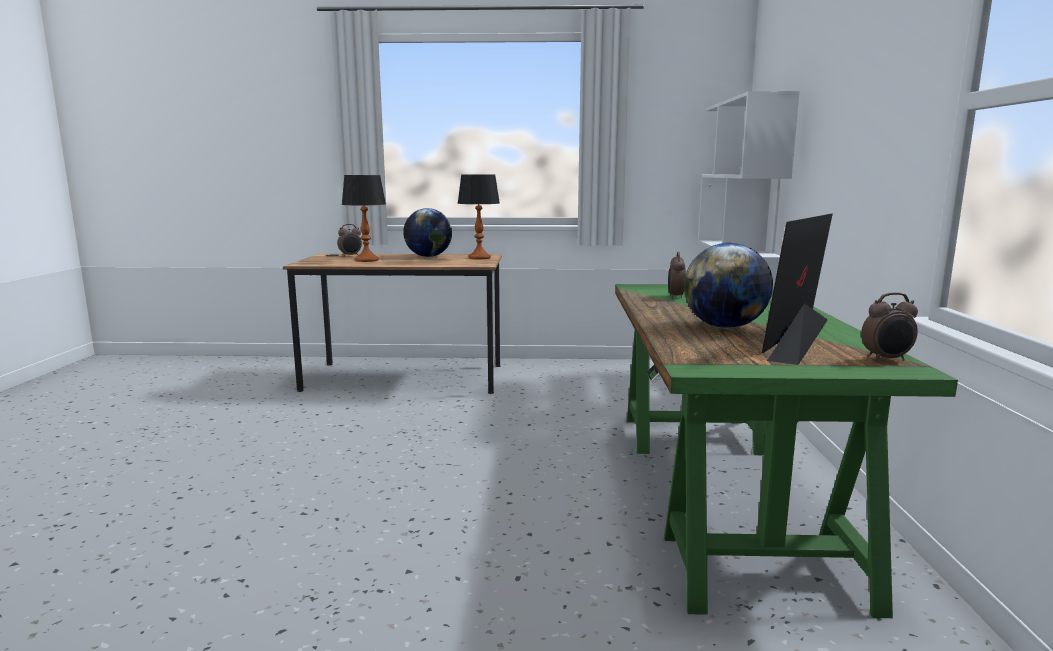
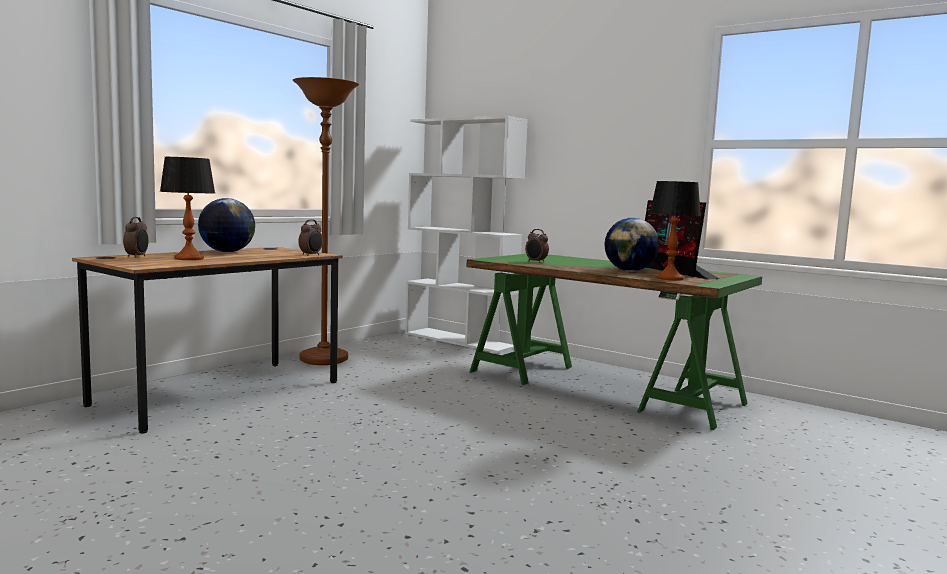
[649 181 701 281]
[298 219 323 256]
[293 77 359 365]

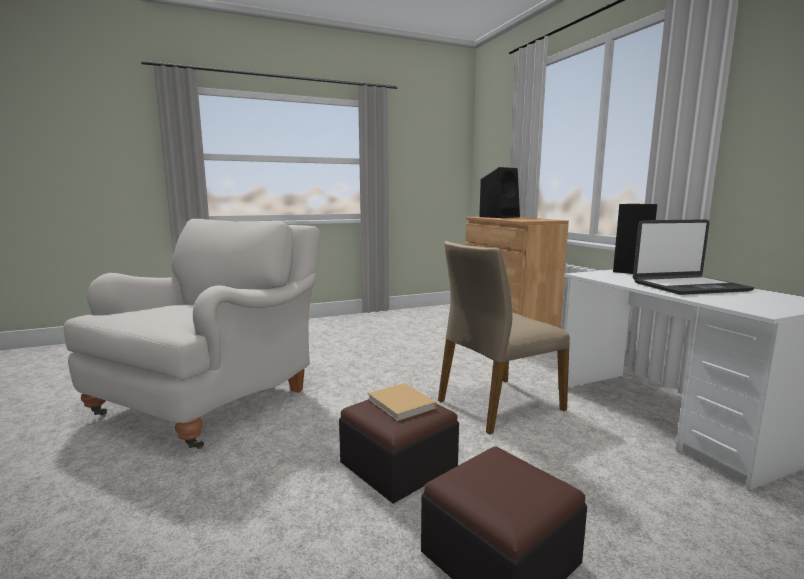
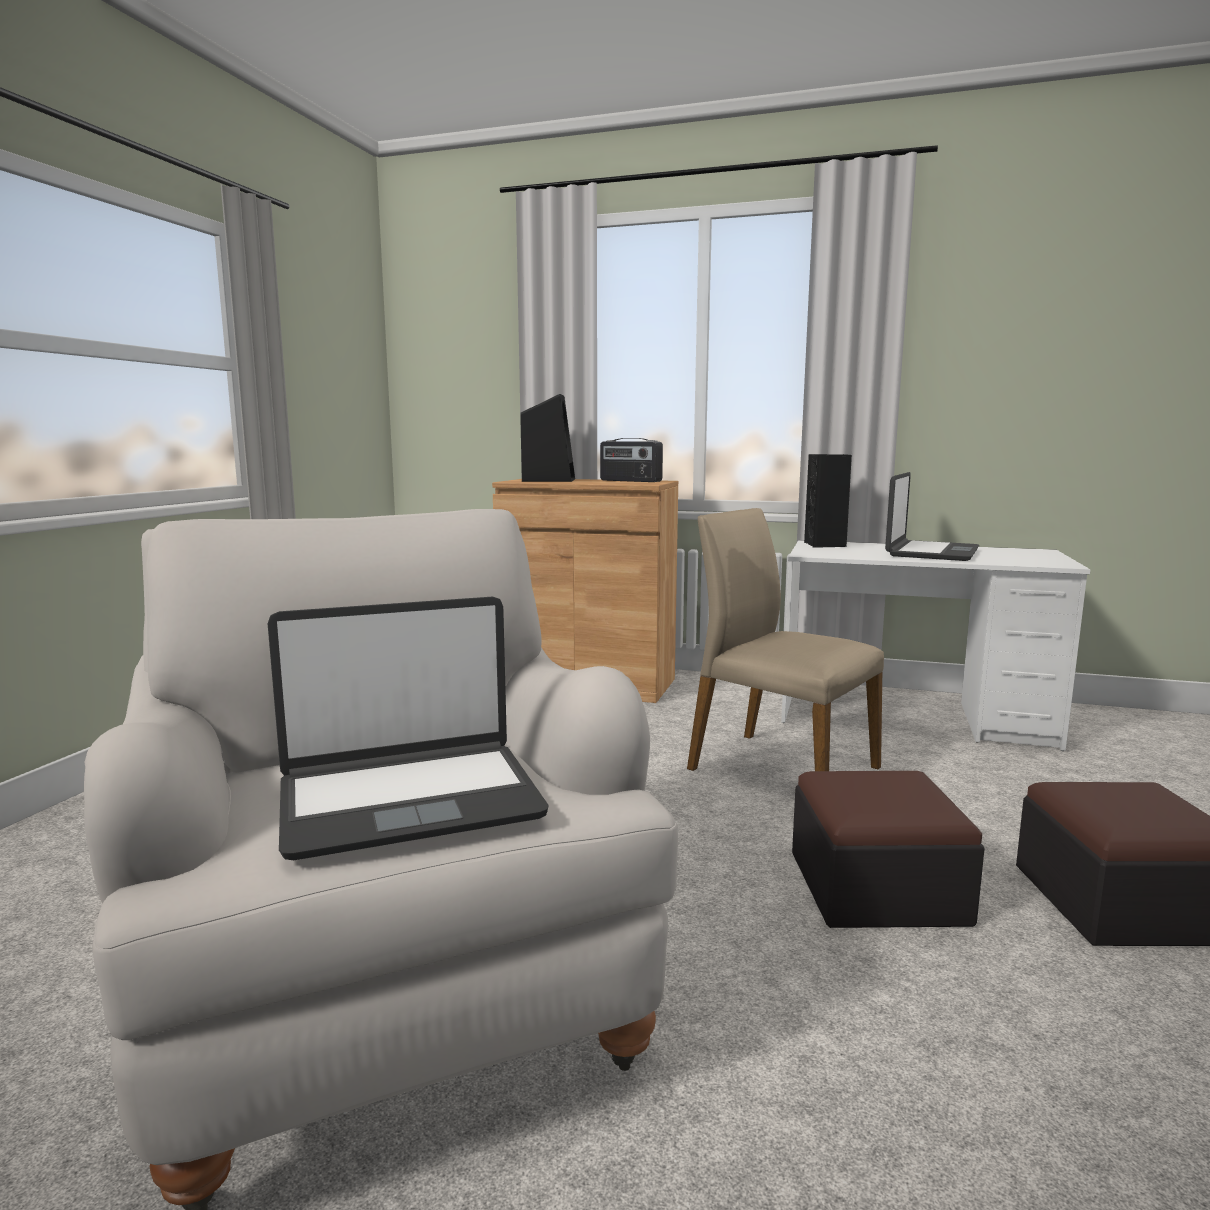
[687 508 884 771]
[368 383 436 421] (first image)
[600 438 663 482]
[268 597 548 860]

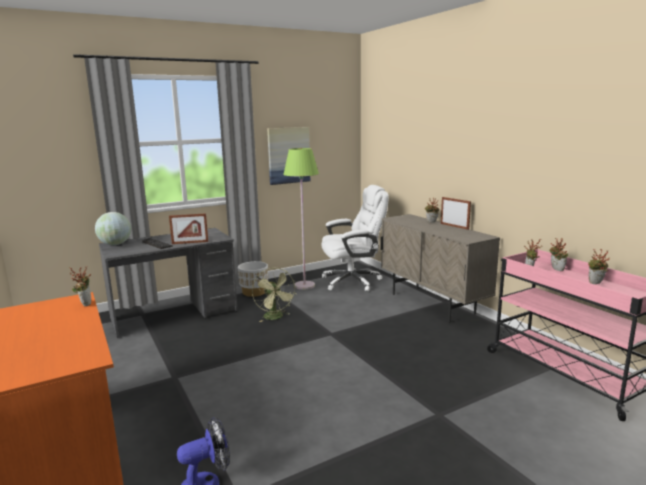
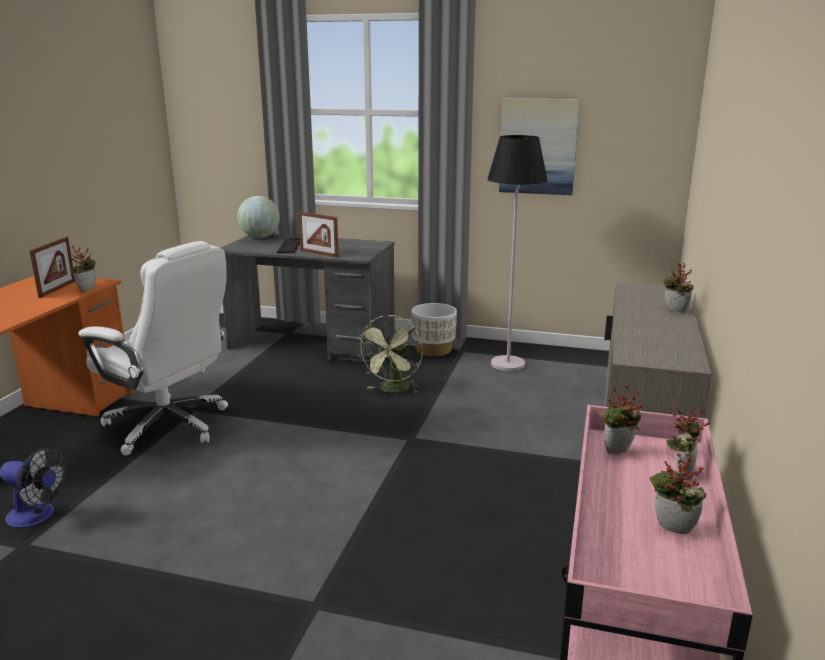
[487 135 547 371]
[78 241 228 455]
[29 237 75 298]

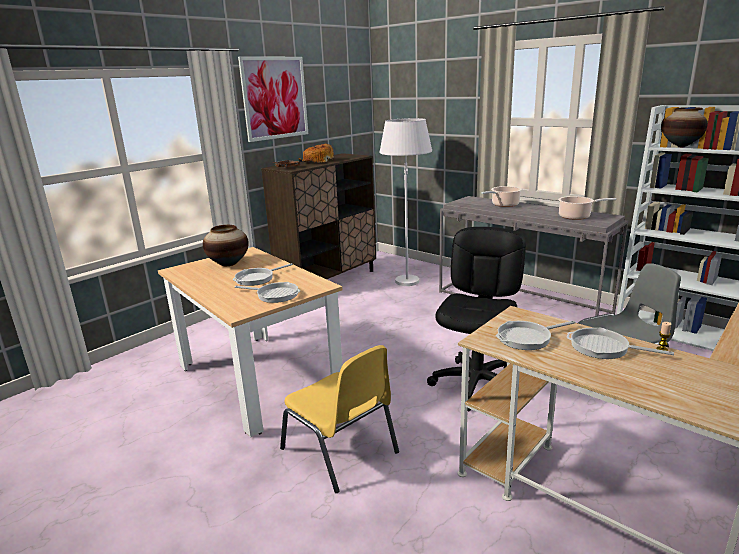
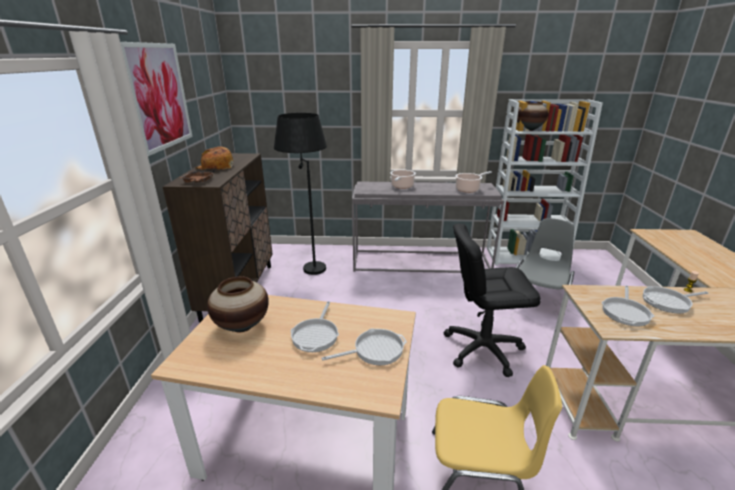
[274 113 327 275]
[444 224 541 377]

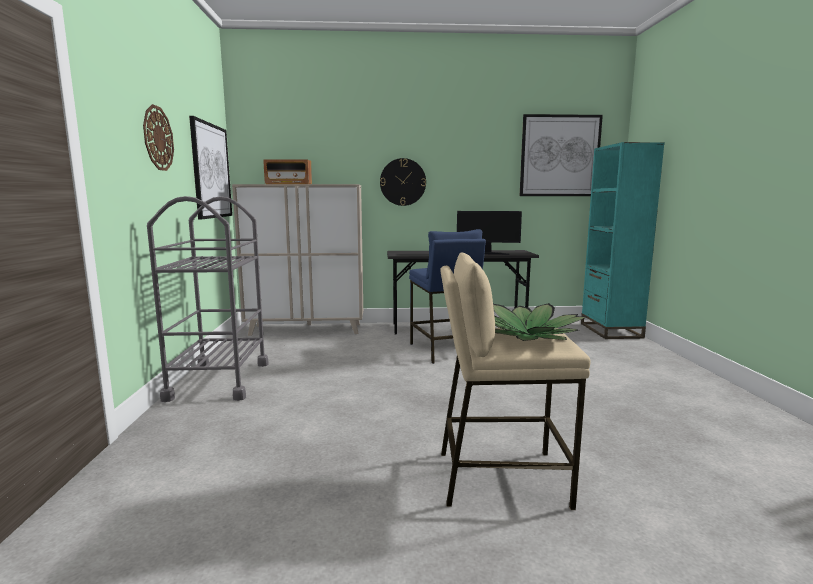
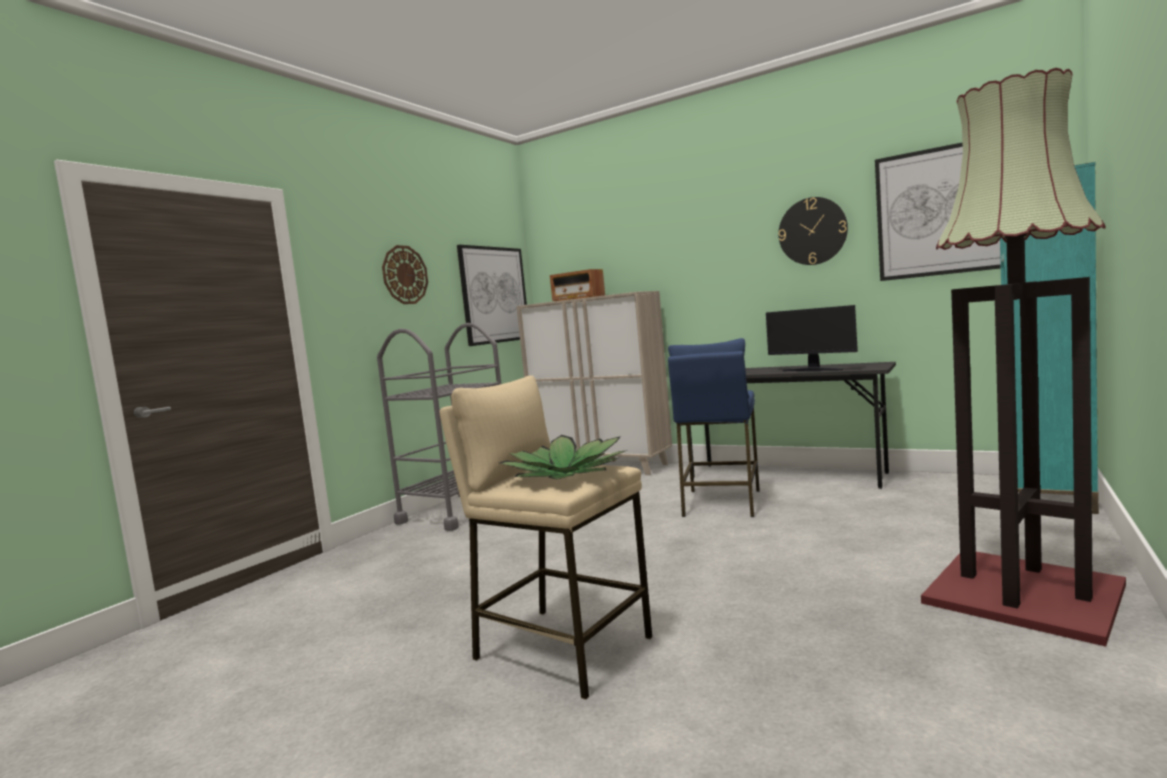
[778 197 848 265]
[921 68 1126 647]

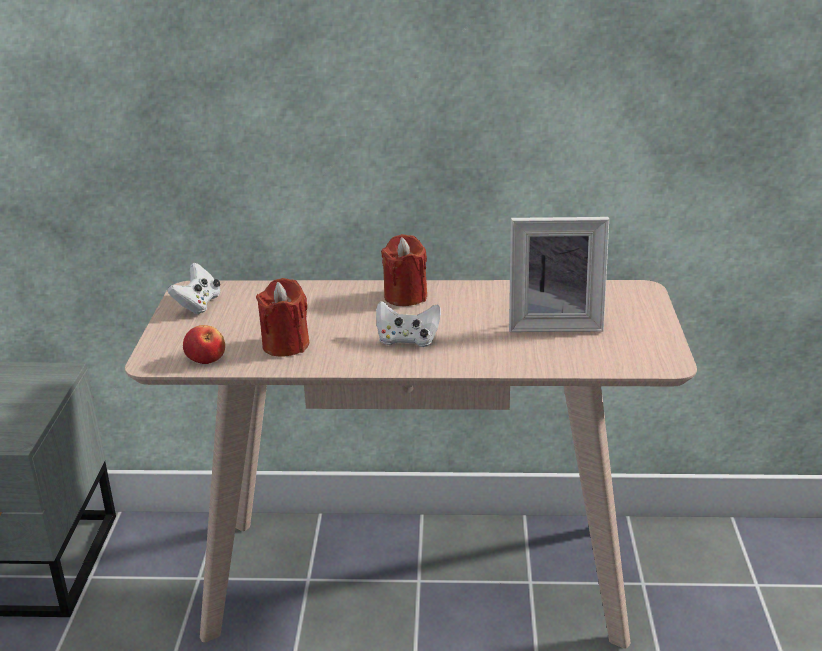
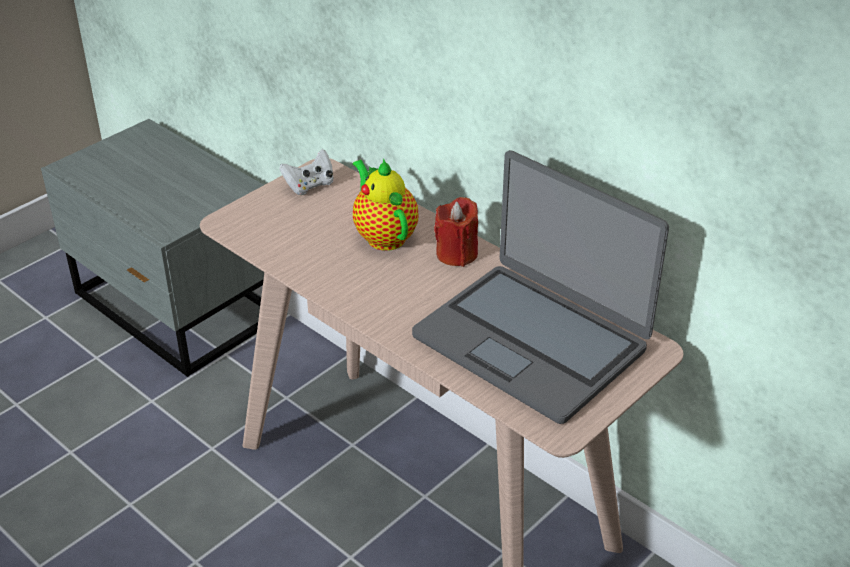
[412 150 669 424]
[256 278 309 357] (first image)
[376 301 441 347] (first image)
[183 325 225 364] (first image)
[353 158 418 251]

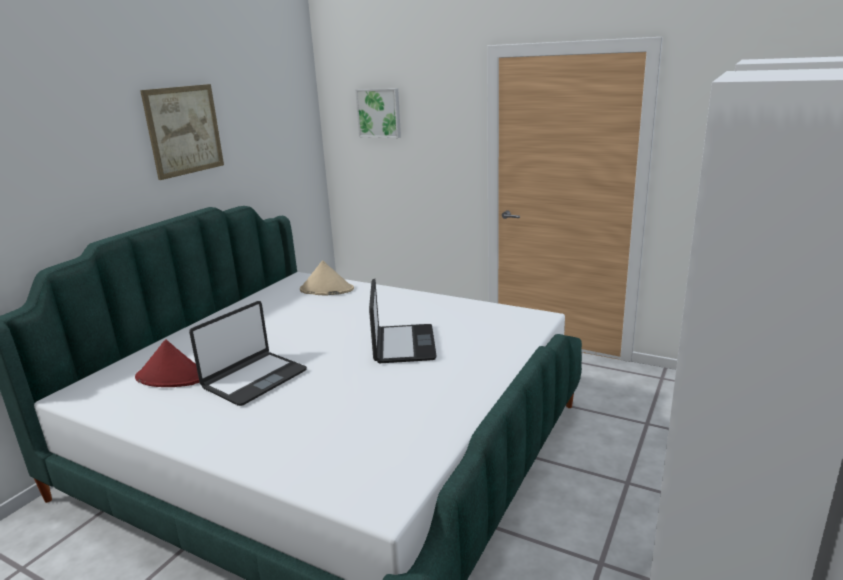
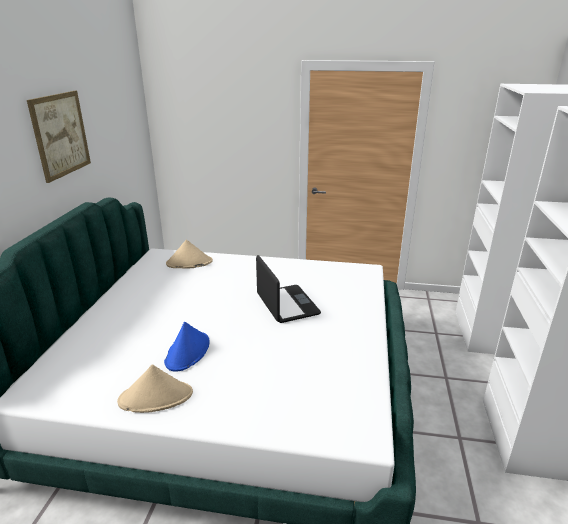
[355 88 401 138] (first image)
[164 322 209 372]
[135 339 200 387] (first image)
[117 365 193 413]

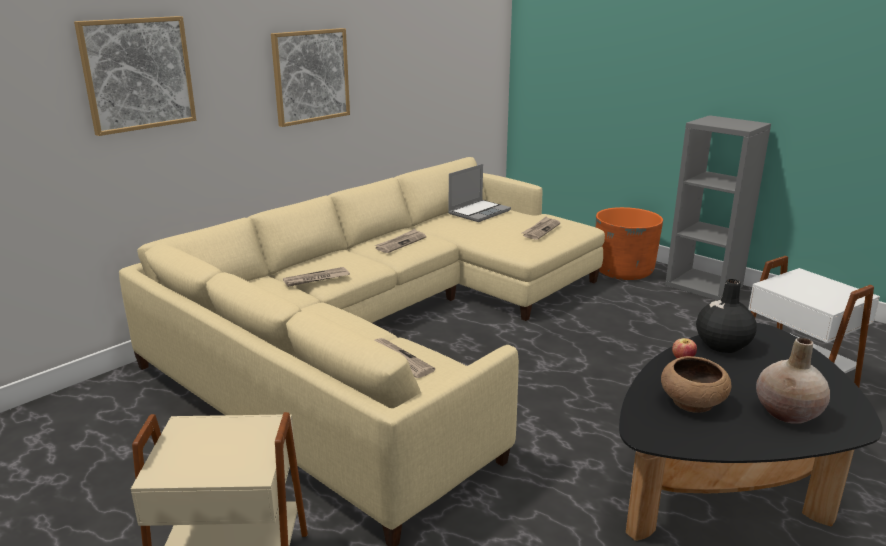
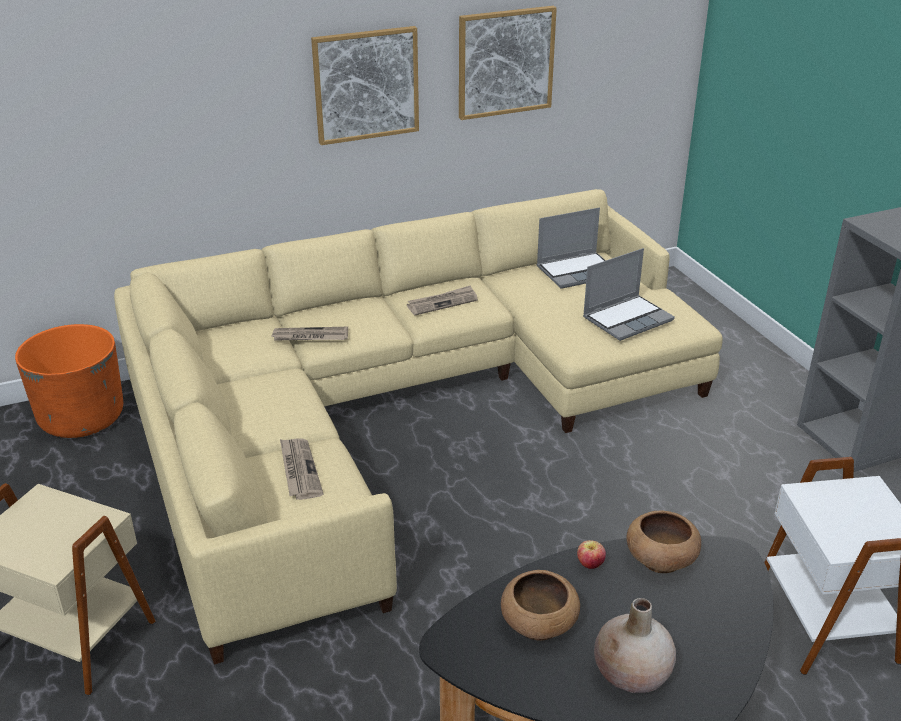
[459 6 557 120]
[15 324 123 438]
[583 248 675 341]
[626 510 701 573]

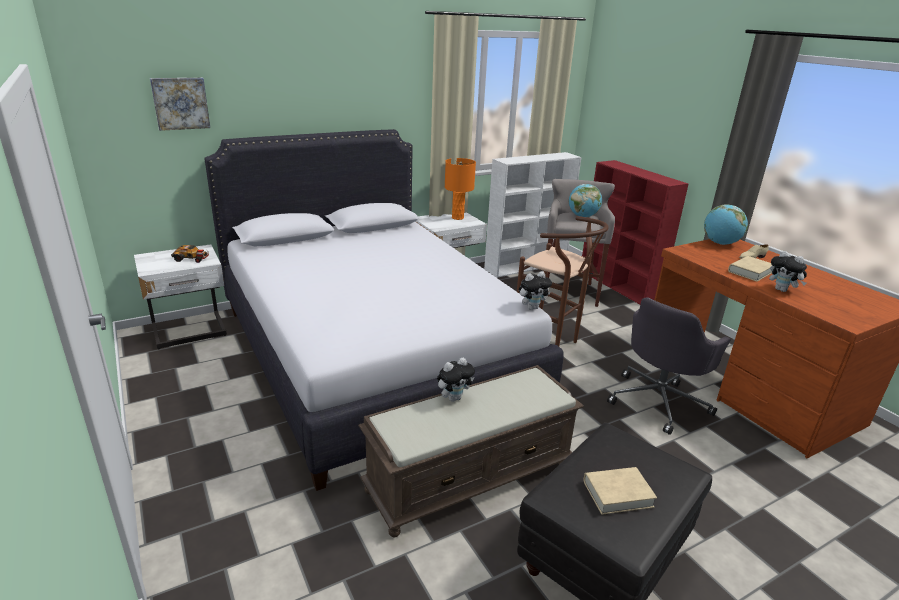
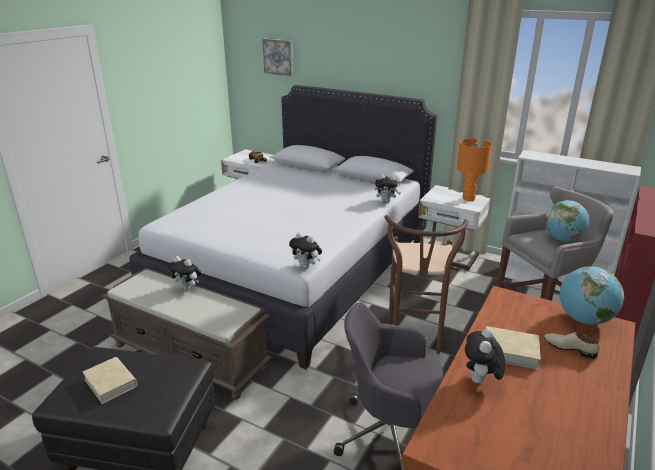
[375 175 401 203]

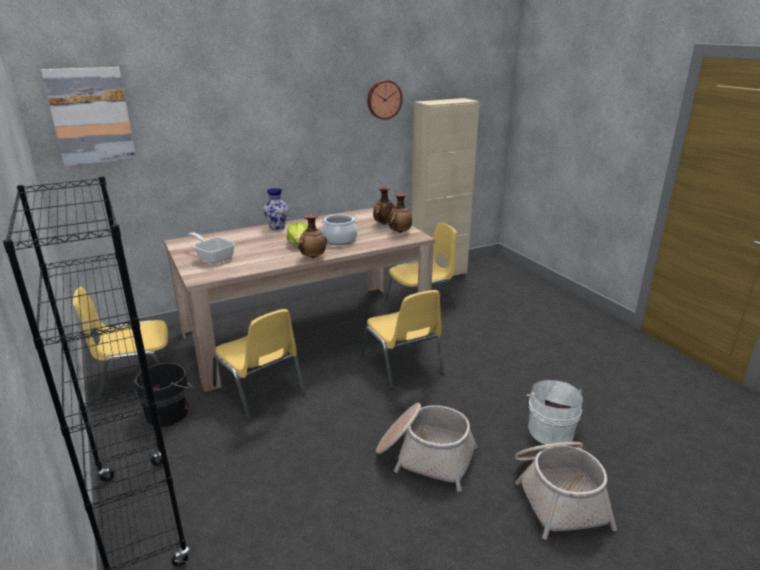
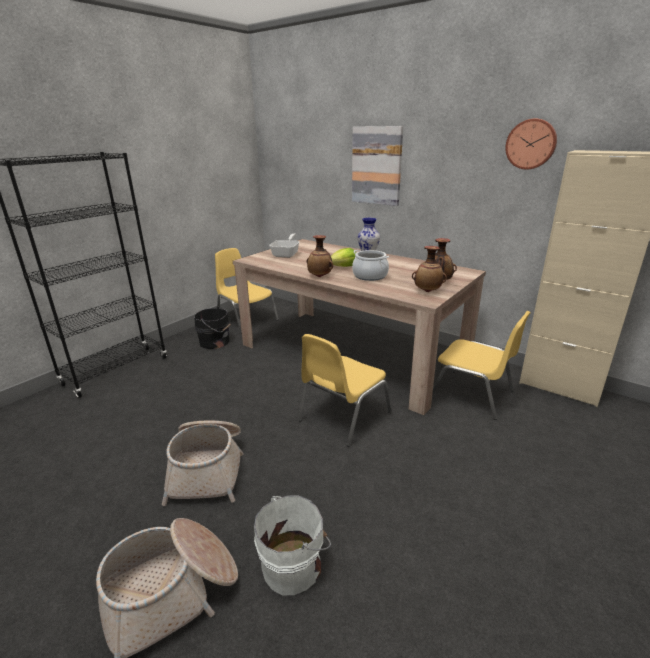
[352 126 403 206]
[213 309 305 421] (first image)

